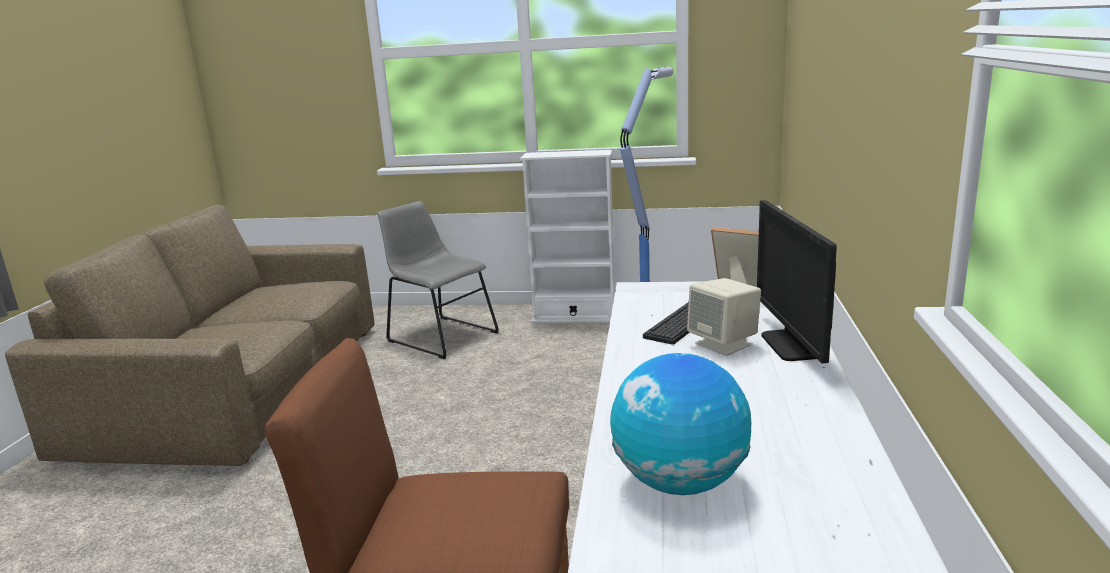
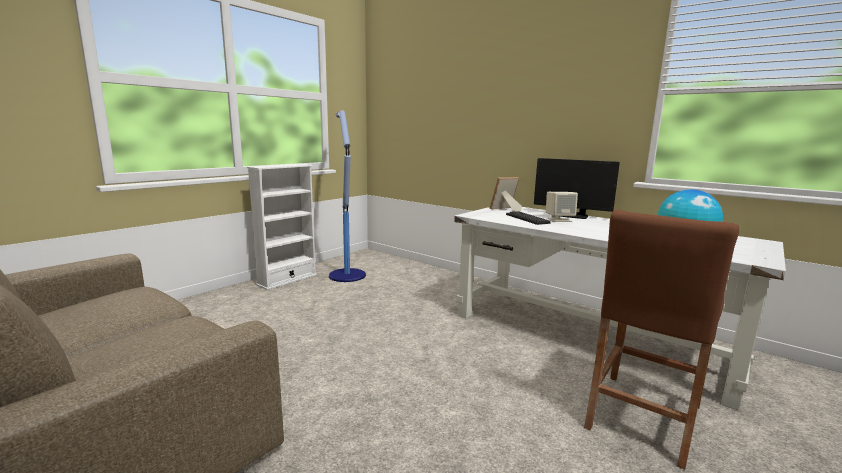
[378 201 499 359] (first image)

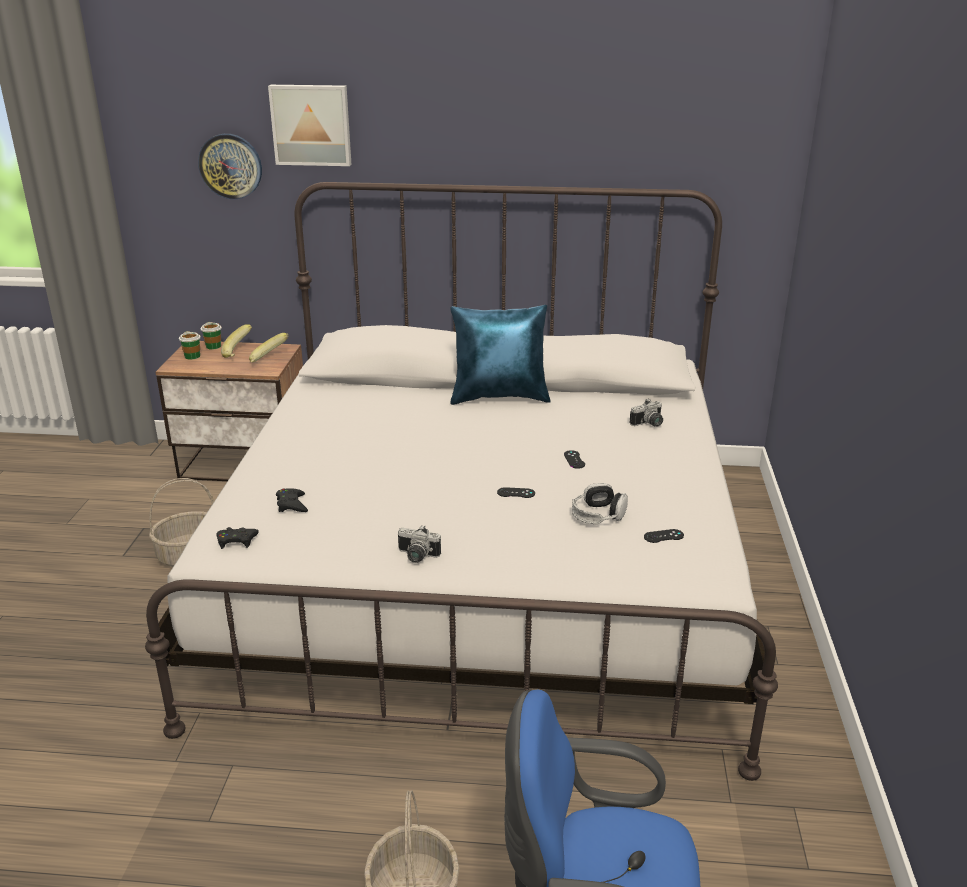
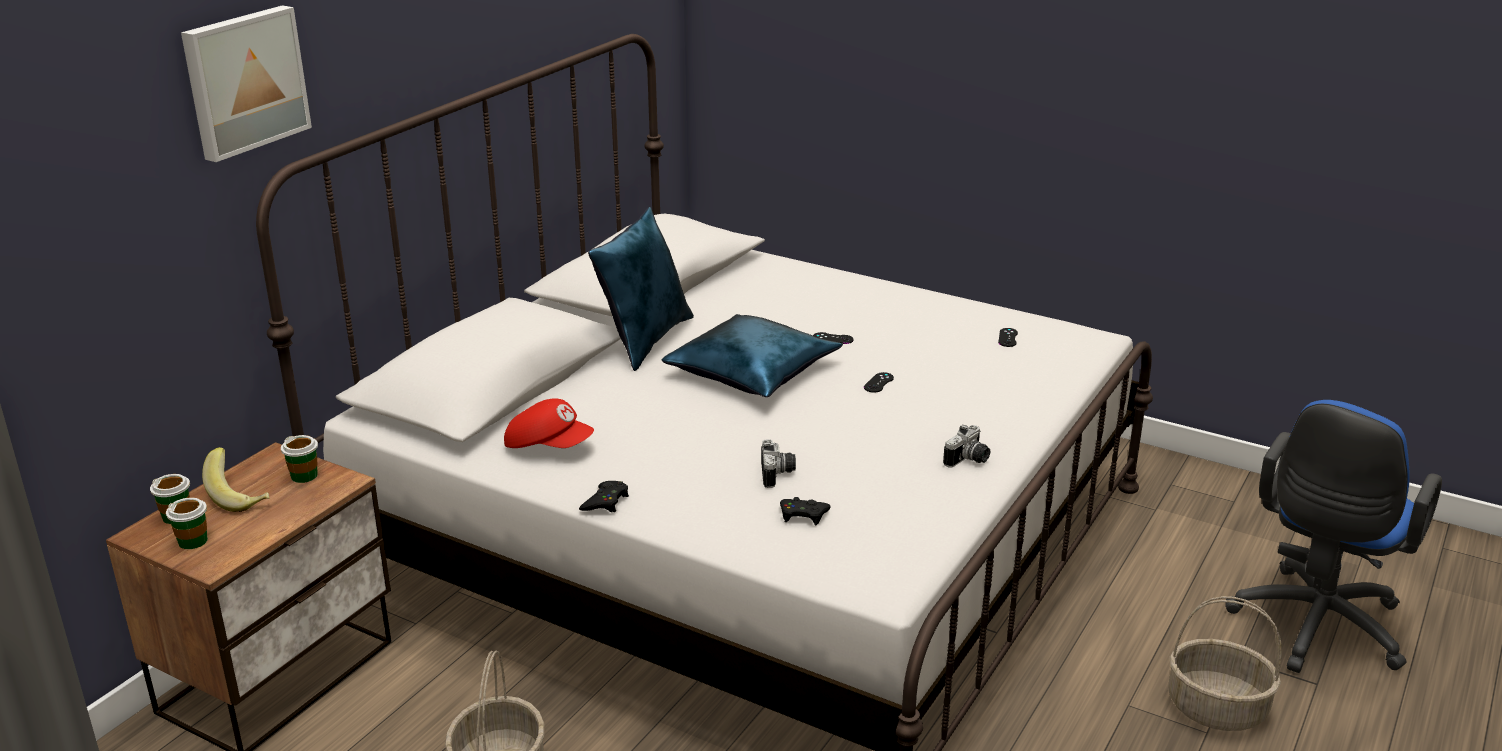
[198 134 262 199] (first image)
[281 435 318 483]
[761 439 796 488]
[572 483 628 524] (first image)
[579 481 629 512]
[662 314 843 397]
[504 399 594 448]

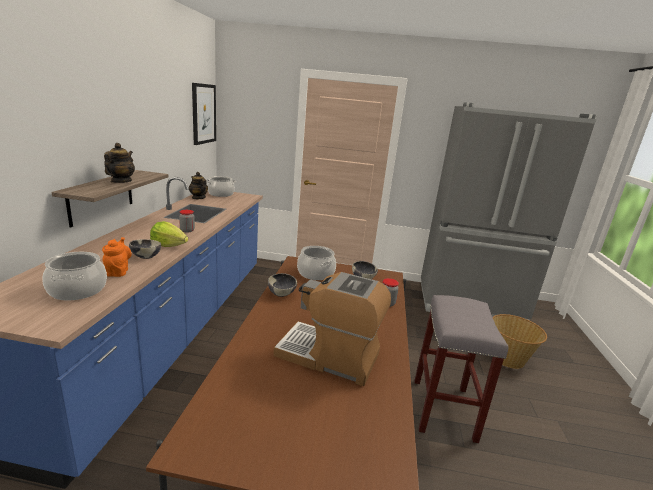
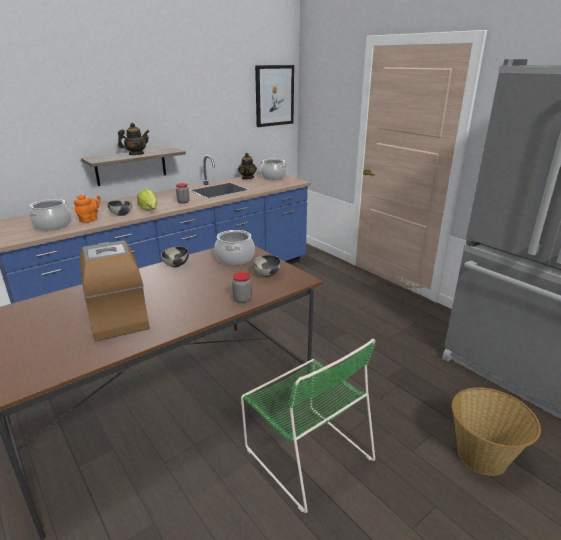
[241 339 375 513]

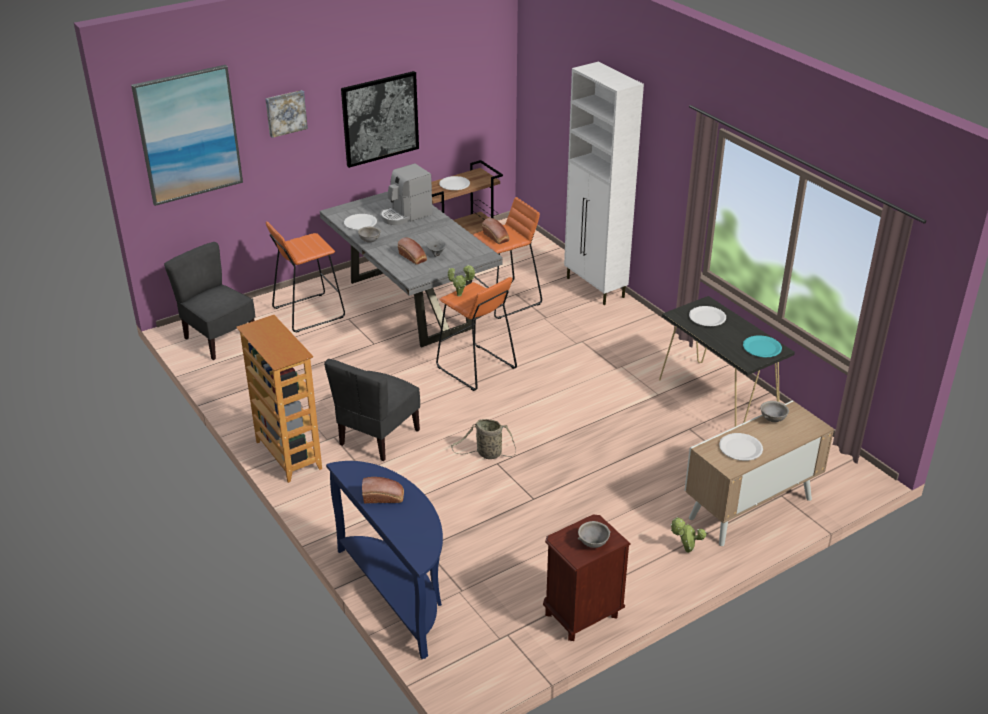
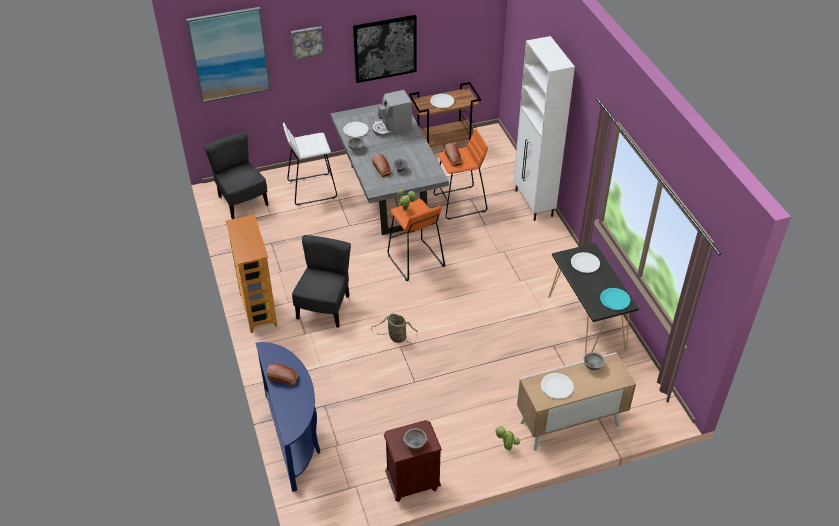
[283 122 337 206]
[292 235 351 328]

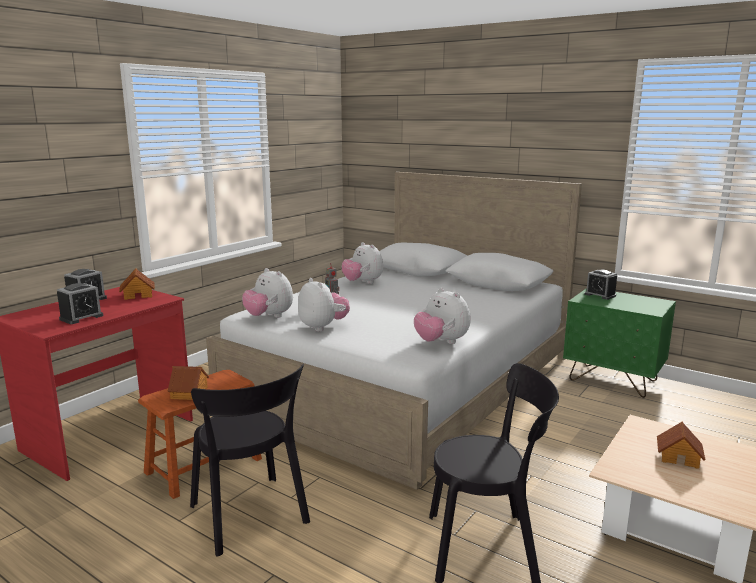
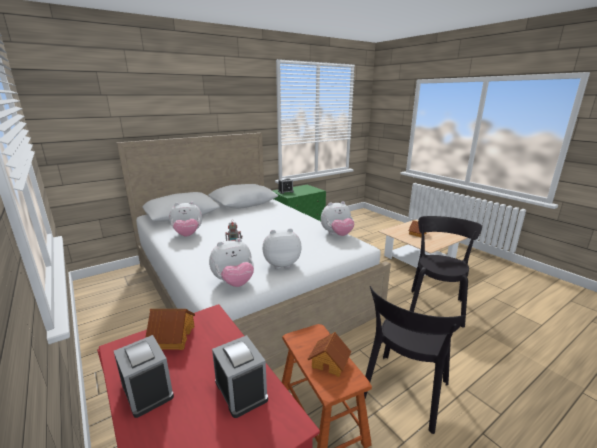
[364 286 466 434]

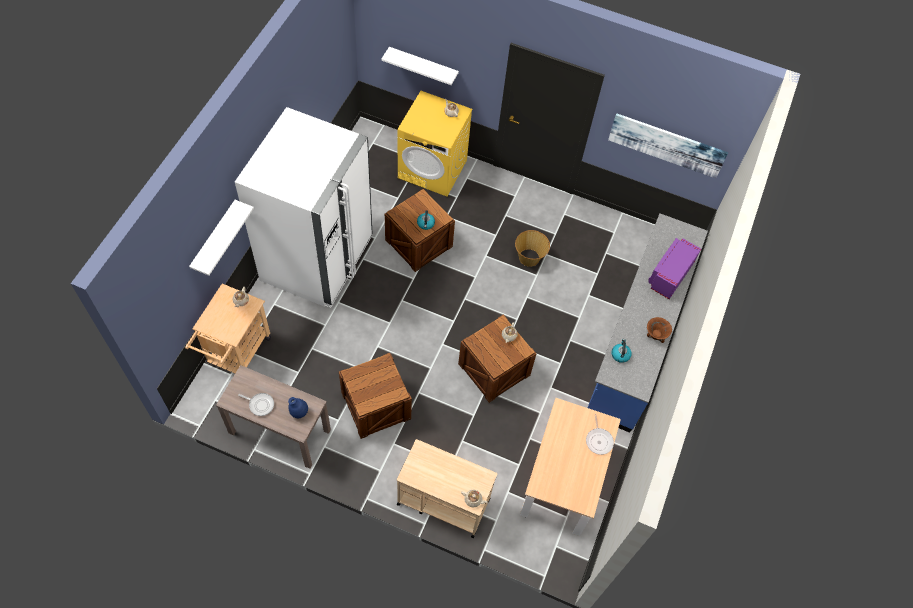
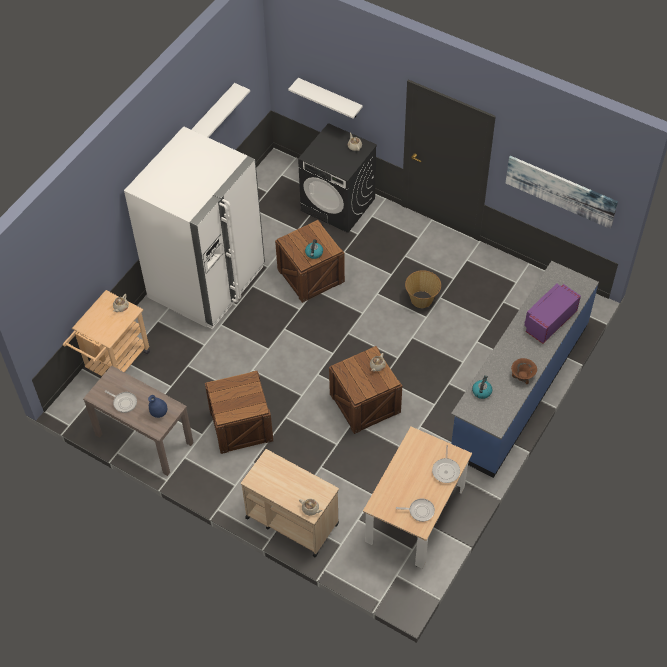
[298 123 377 233]
[191 83 250 138]
[396 498 435 522]

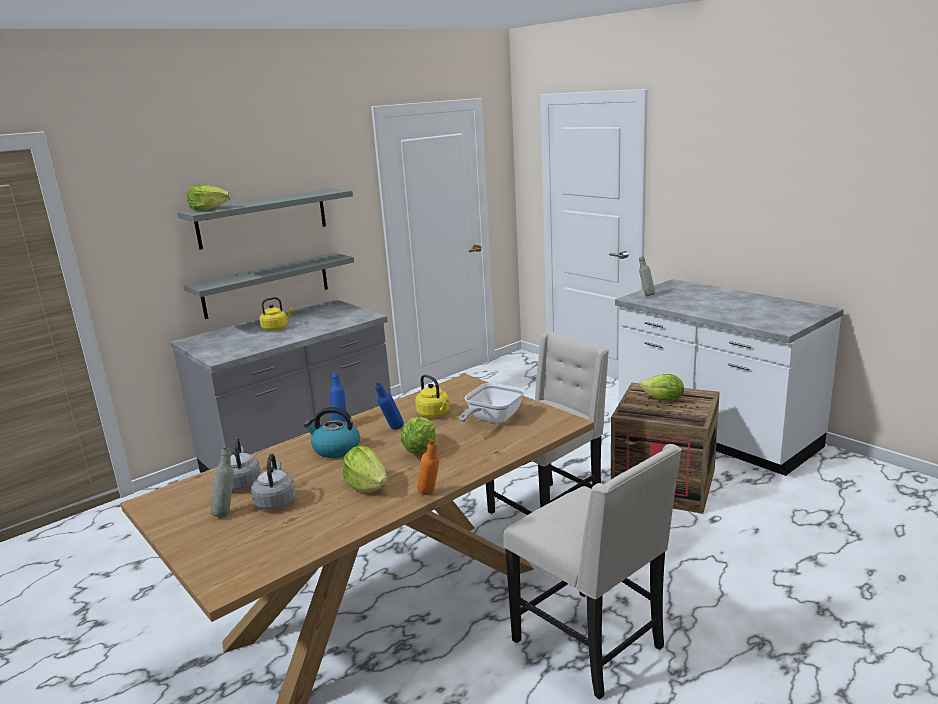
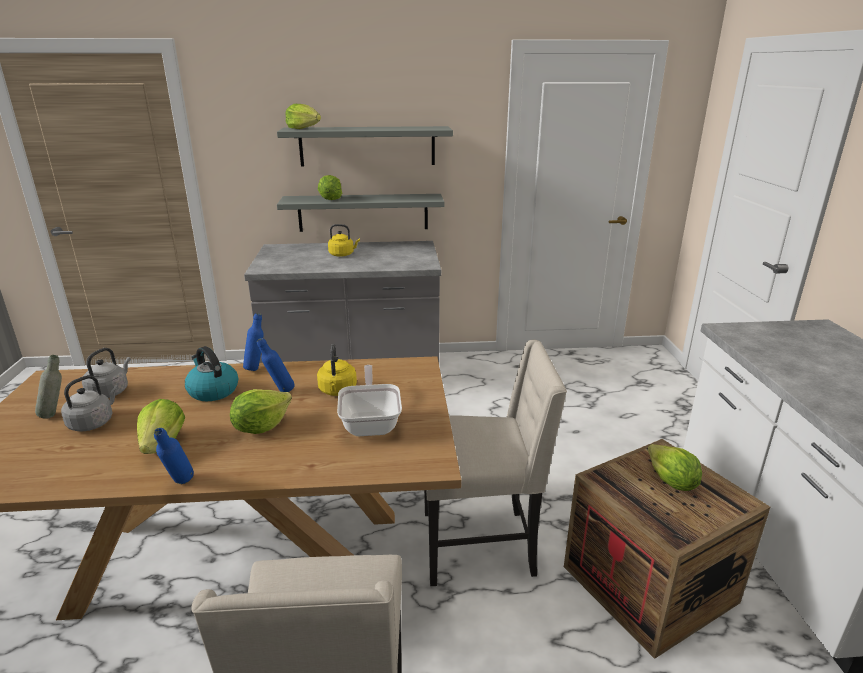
[639 256 655 296] (first image)
[337 365 402 436]
[154 428 194 484]
[318 175 342 200]

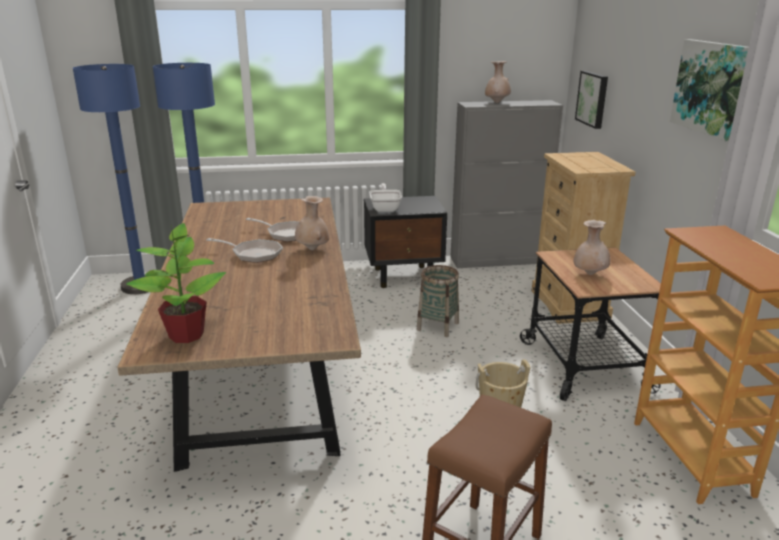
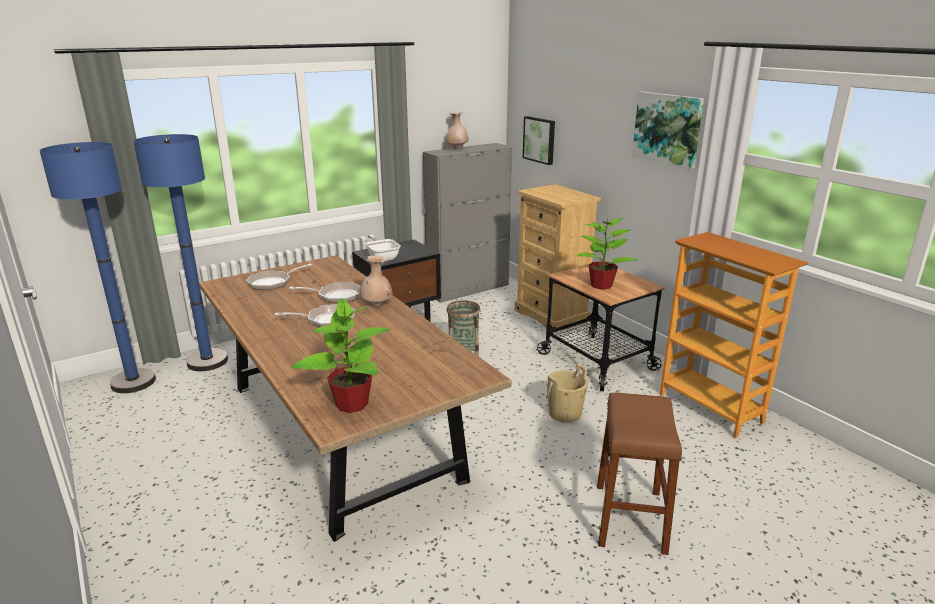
[577 216 639 290]
[246 264 312 290]

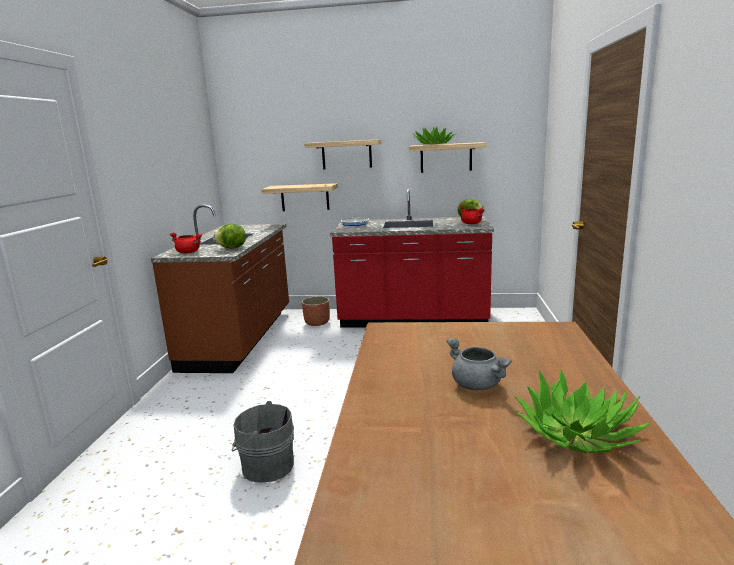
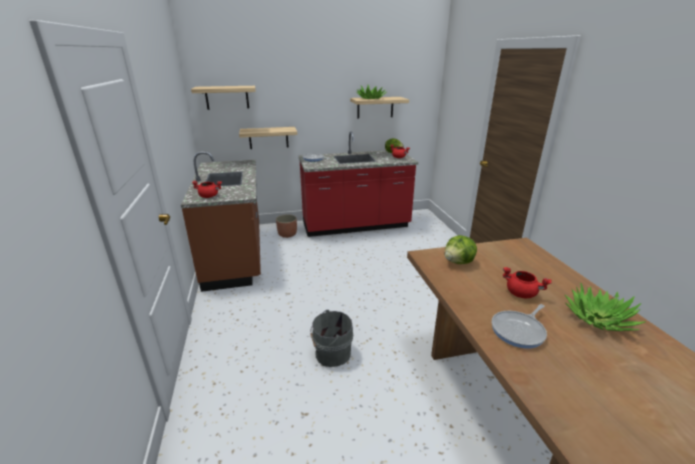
[191 86 256 110]
[445 235 477 264]
[503 267 552 298]
[492 304 547 348]

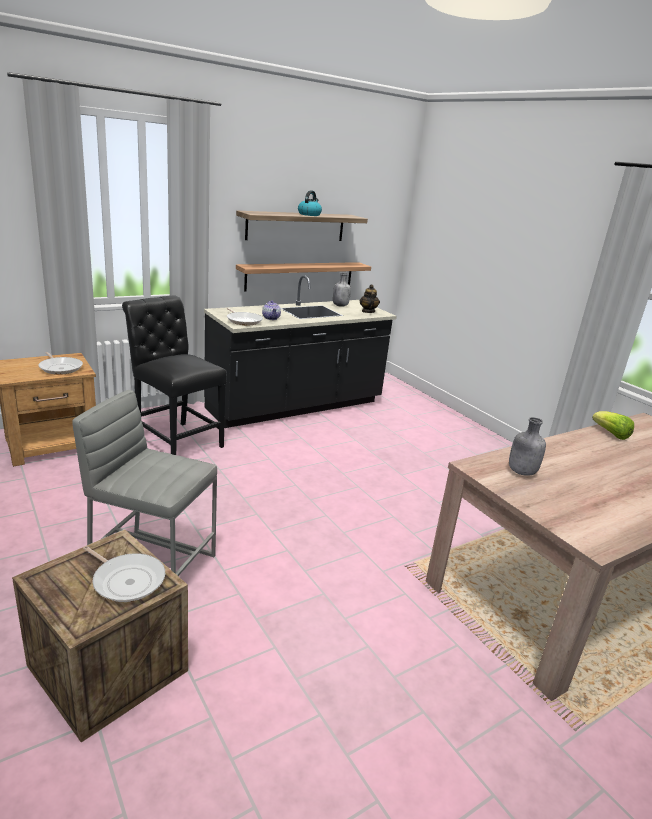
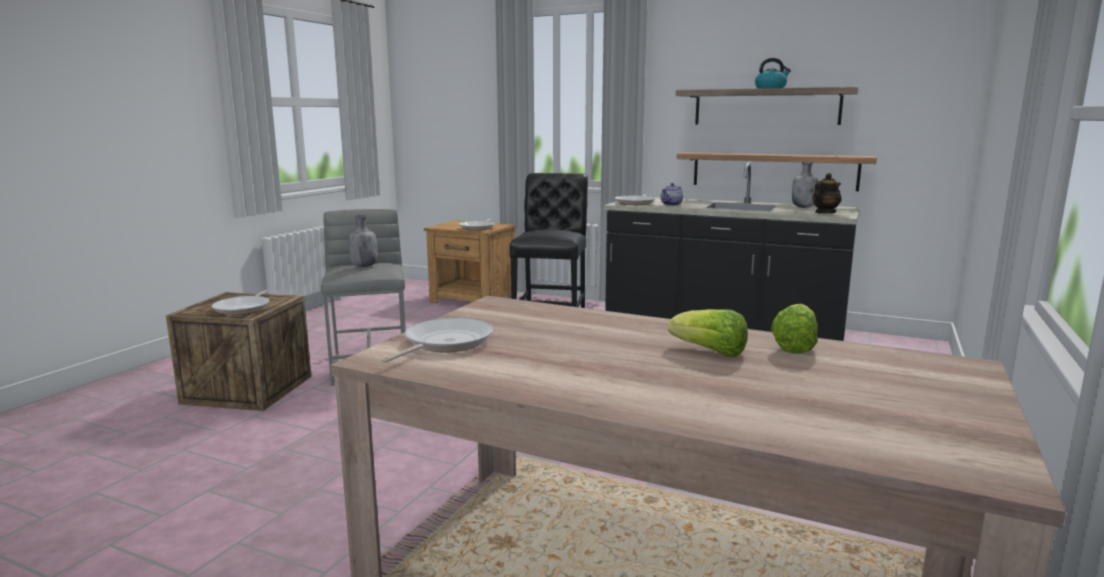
[348 215 377 267]
[668 309 748 357]
[381 318 493 363]

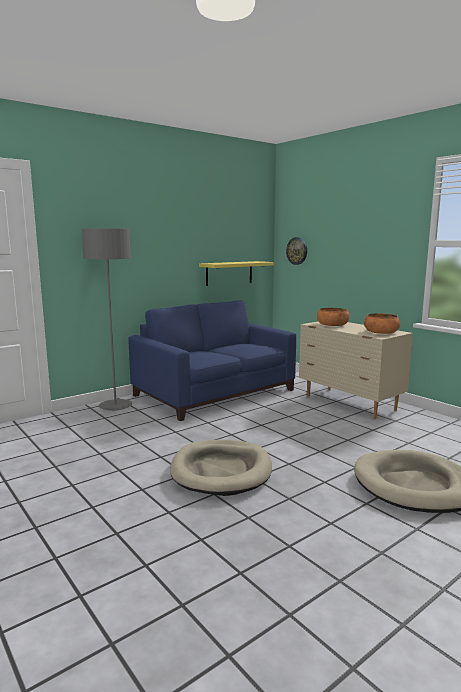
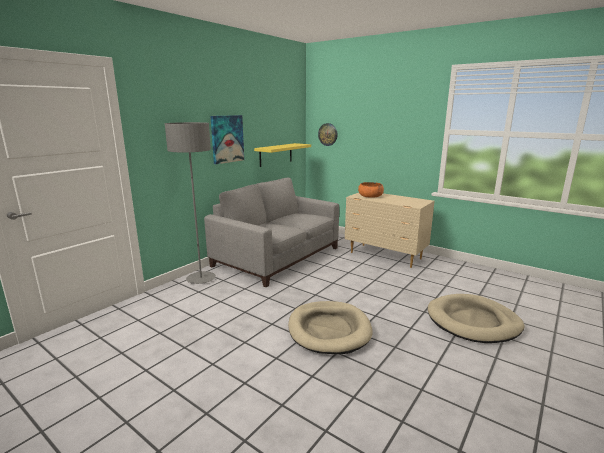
[204 178 339 287]
[364 313 400 334] (first image)
[210 115 244 164]

